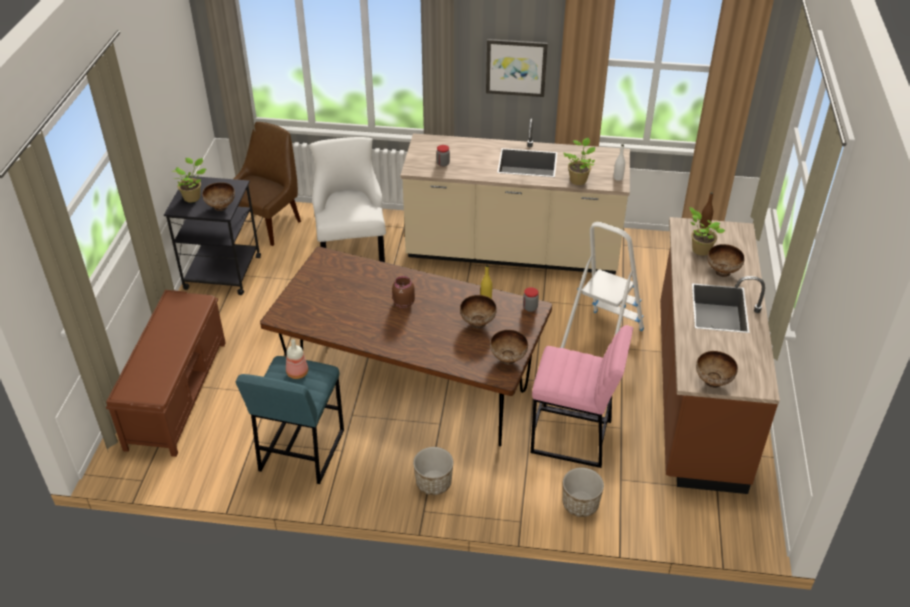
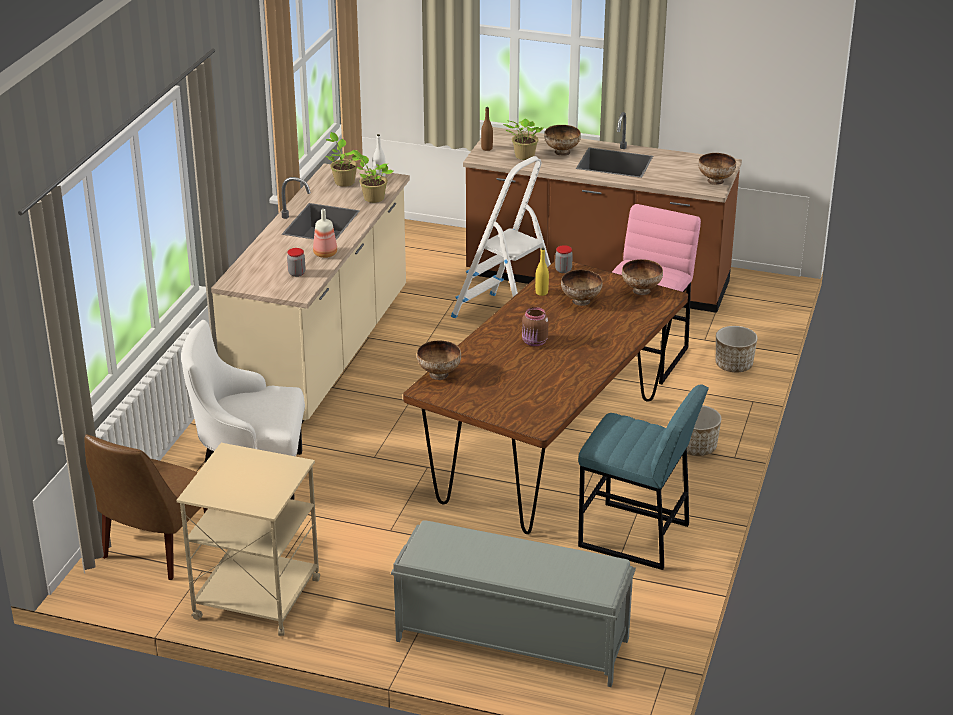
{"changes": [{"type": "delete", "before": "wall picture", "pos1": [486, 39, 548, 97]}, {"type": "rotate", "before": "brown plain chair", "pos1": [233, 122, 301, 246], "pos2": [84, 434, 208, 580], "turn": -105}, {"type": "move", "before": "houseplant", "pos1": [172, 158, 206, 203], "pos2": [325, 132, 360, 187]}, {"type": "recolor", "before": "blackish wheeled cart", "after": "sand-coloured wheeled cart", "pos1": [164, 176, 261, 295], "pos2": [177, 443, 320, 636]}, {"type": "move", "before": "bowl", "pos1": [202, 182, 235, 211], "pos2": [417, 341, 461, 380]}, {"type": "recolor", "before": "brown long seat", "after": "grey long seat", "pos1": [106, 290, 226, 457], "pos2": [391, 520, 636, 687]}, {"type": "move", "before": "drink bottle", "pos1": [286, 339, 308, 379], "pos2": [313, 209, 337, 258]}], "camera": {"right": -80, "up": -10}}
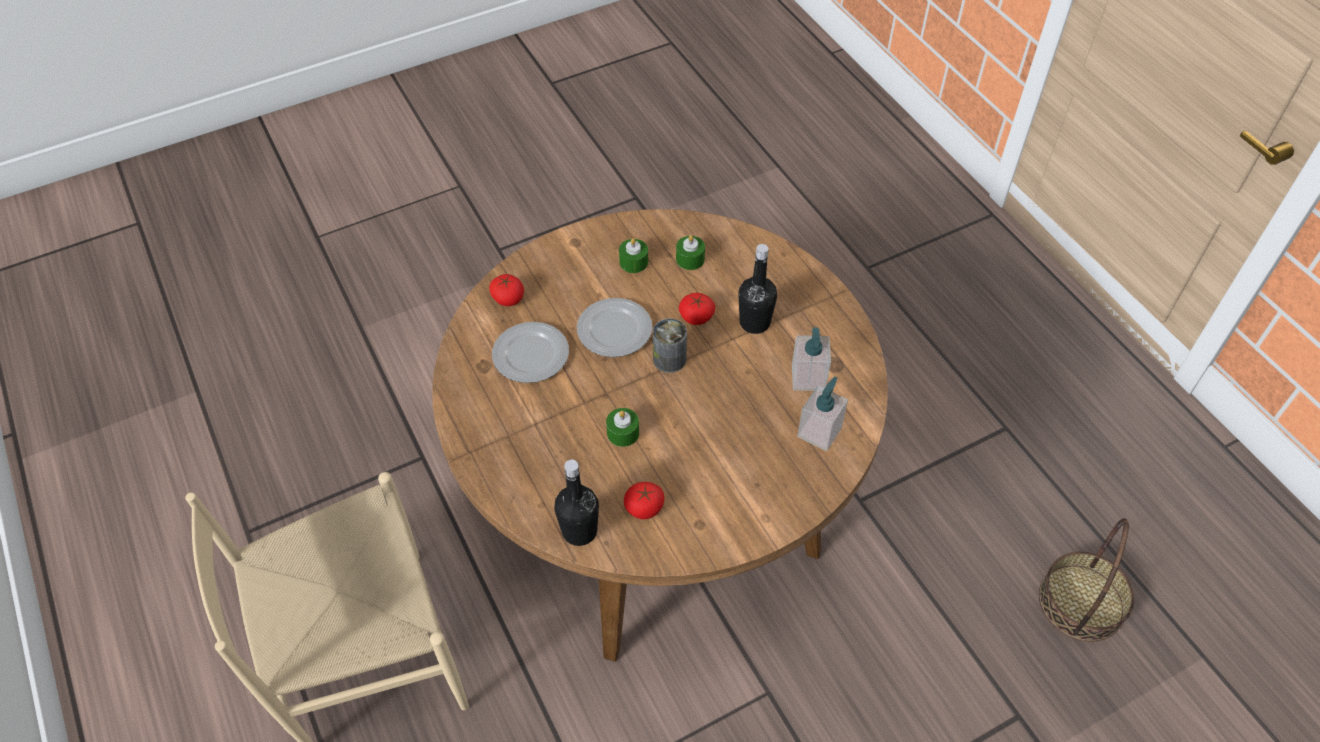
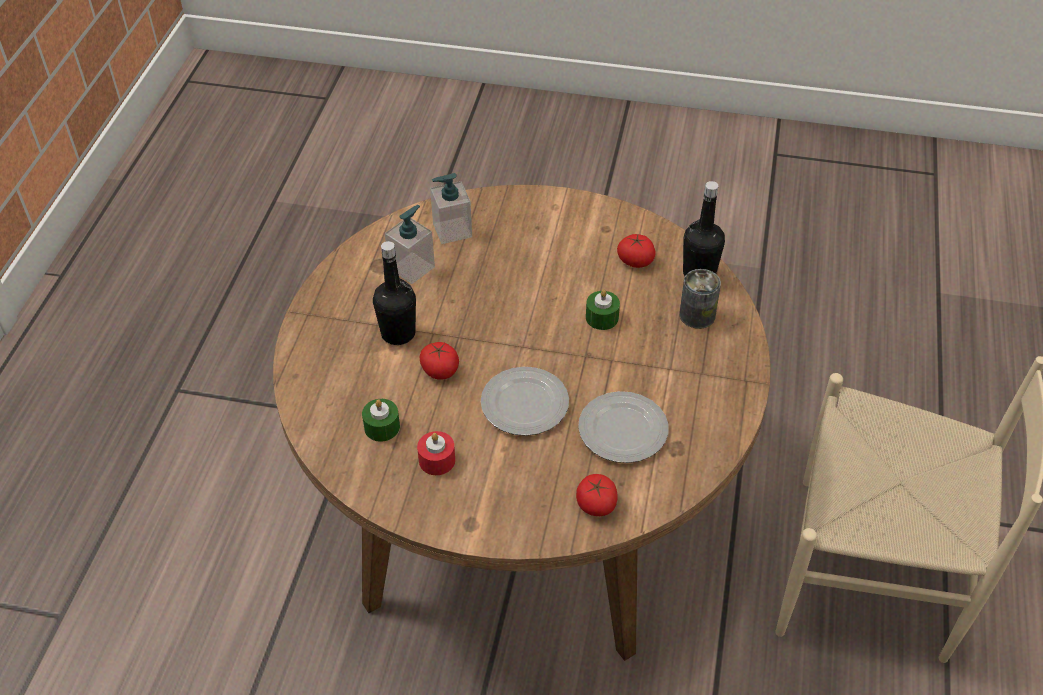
{"changes": [{"type": "recolor", "before": "greenish wax light", "after": "red-coloured wax light", "pos1": [619, 238, 648, 273], "pos2": [417, 431, 455, 475]}, {"type": "move", "before": "sealed can", "pos1": [653, 319, 687, 373], "pos2": [680, 269, 721, 329]}, {"type": "delete", "before": "basket", "pos1": [1039, 518, 1134, 642]}], "camera": {"right": -140, "up": -5}}
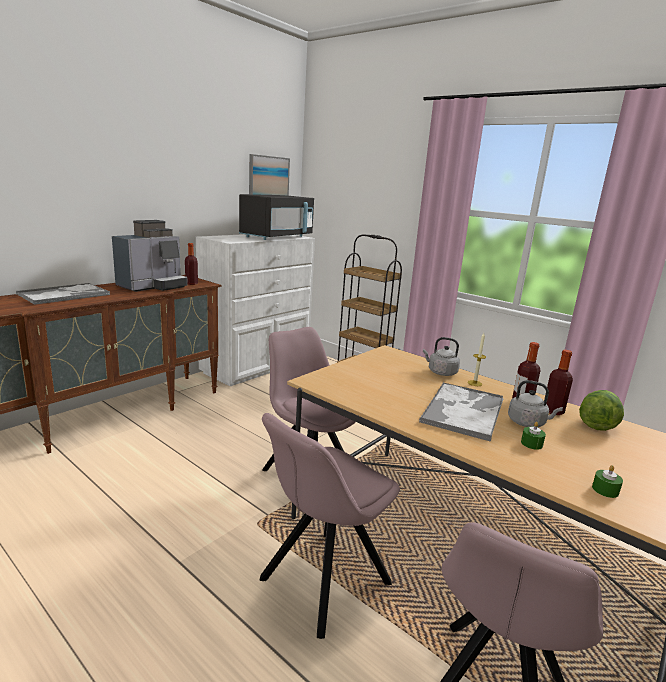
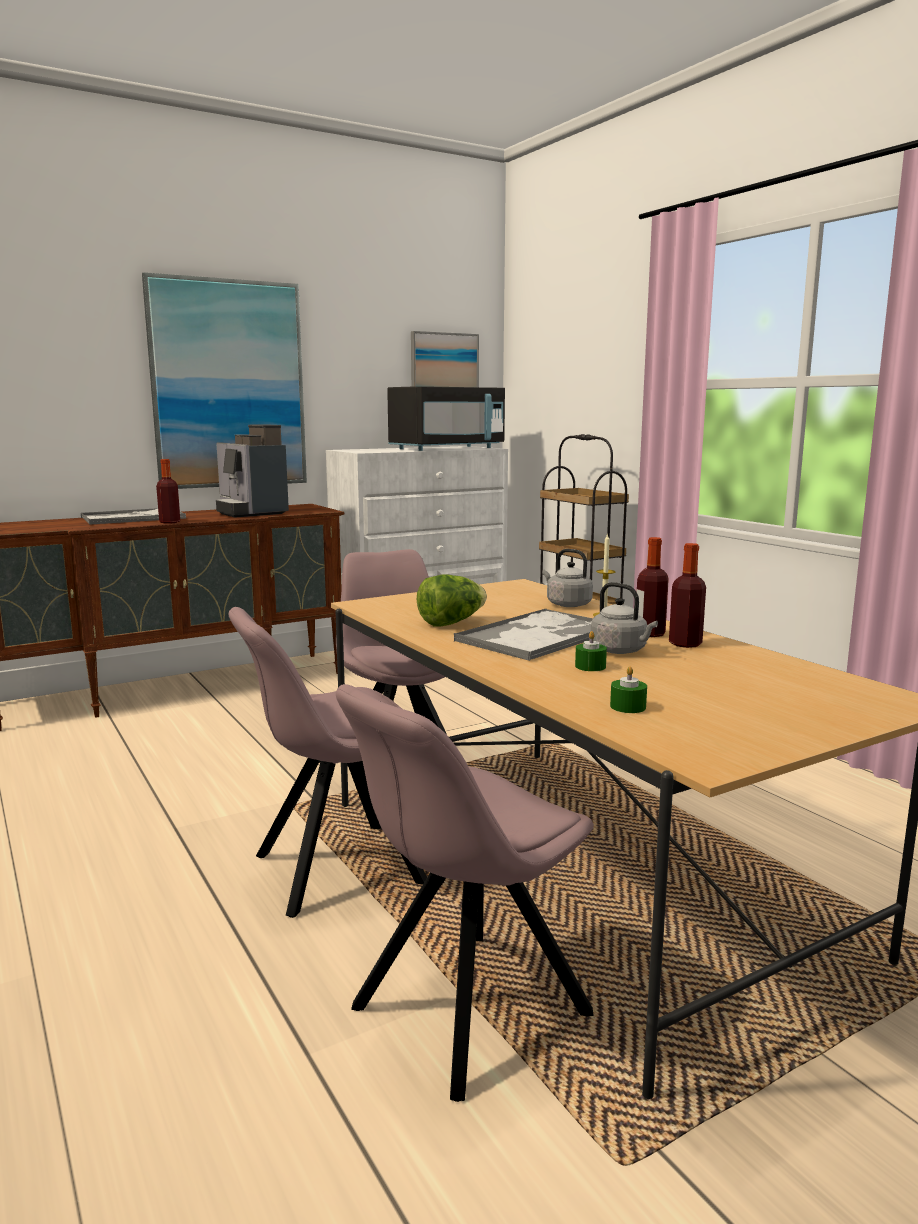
{"changes": [{"type": "rotate", "before": "coffee maker", "pos1": [112, 220, 188, 292], "pos2": [216, 424, 289, 518], "turn": 90}, {"type": "move", "before": "drink bottle", "pos1": [185, 243, 198, 285], "pos2": [156, 459, 180, 524]}, {"type": "move", "before": "lettuce head", "pos1": [579, 390, 624, 431], "pos2": [417, 574, 487, 626]}, {"type": "insert", "after": "wall picture", "pos2": [142, 272, 307, 489]}], "camera": {"right": 20, "up": -5}}
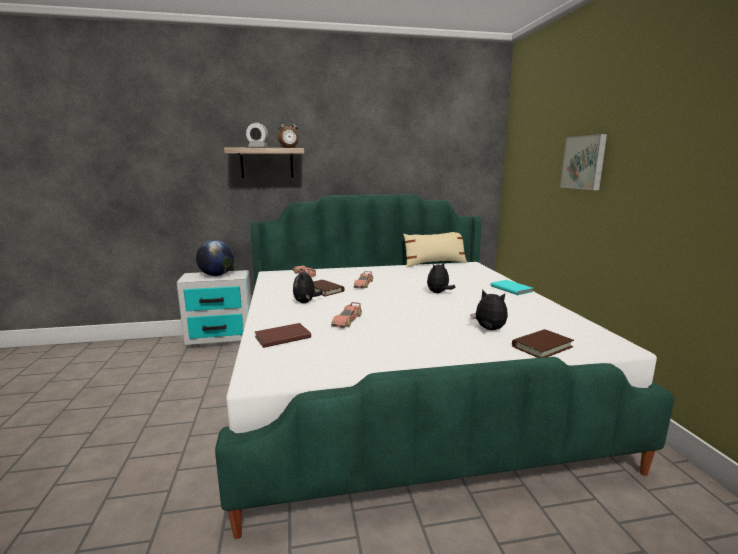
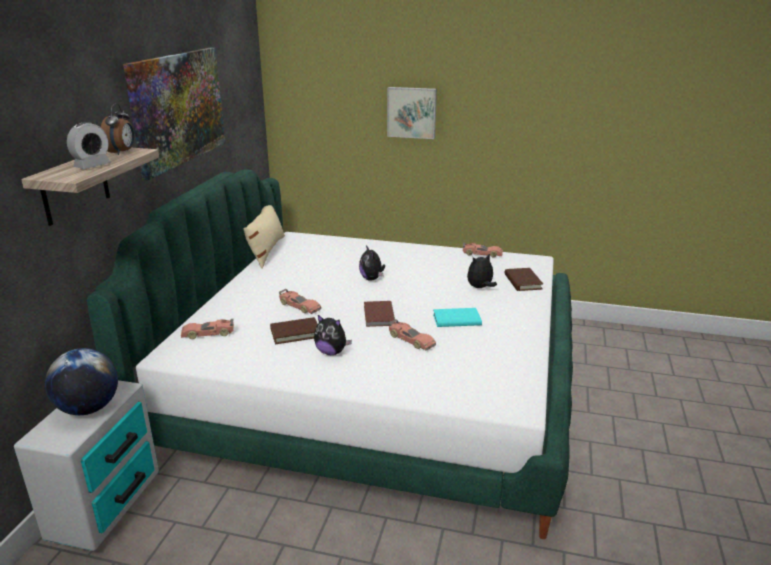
{"changes": [{"type": "move", "before": "turquoise book", "pos1": [491, 280, 533, 295], "pos2": [433, 308, 482, 327]}, {"type": "move", "before": "brown book", "pos1": [255, 323, 311, 348], "pos2": [364, 301, 396, 327]}, {"type": "insert", "after": "wall picture", "pos2": [123, 48, 225, 180]}, {"type": "insert", "after": "miniature car", "pos2": [463, 243, 503, 257]}], "camera": {"right": -65, "up": 10}}
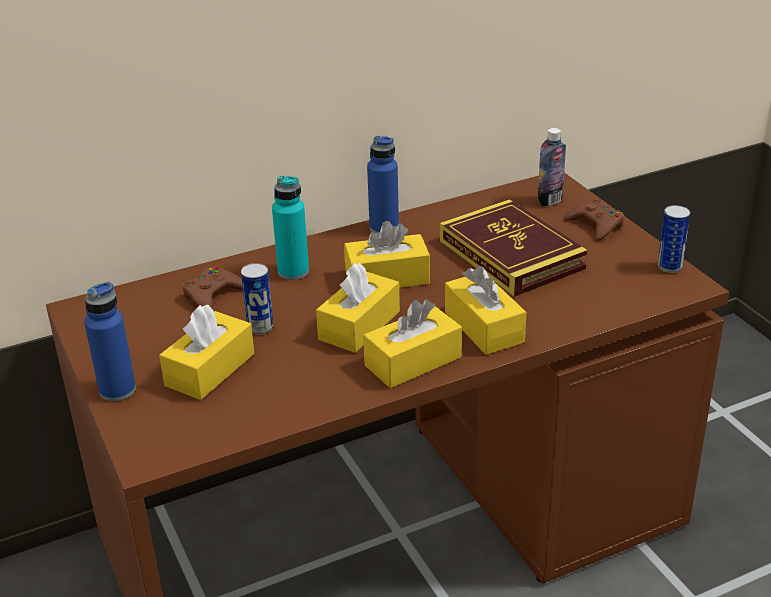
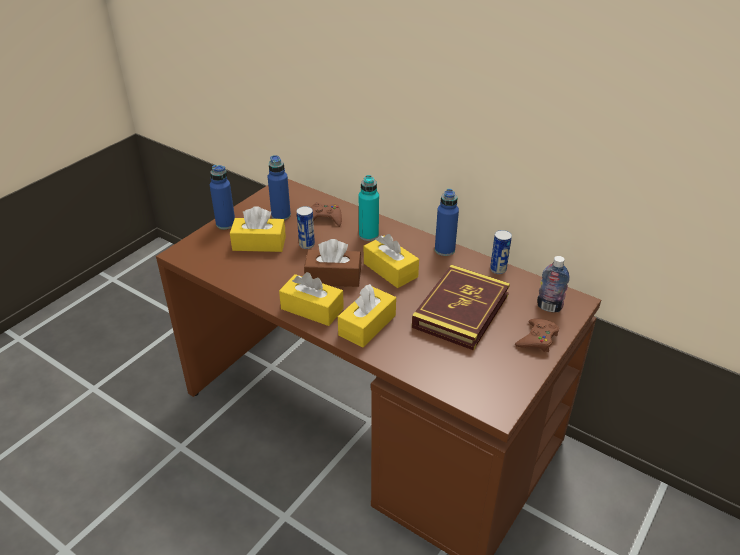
{"changes": [{"type": "move", "before": "sealed can", "pos1": [658, 205, 690, 273], "pos2": [490, 230, 512, 274]}, {"type": "recolor", "before": "yellow tissue box", "after": "brown tissue box", "pos1": [316, 263, 400, 353], "pos2": [304, 239, 361, 287]}, {"type": "insert", "after": "blue drink bottle", "pos2": [268, 155, 291, 220]}], "camera": {"right": 60, "up": 5}}
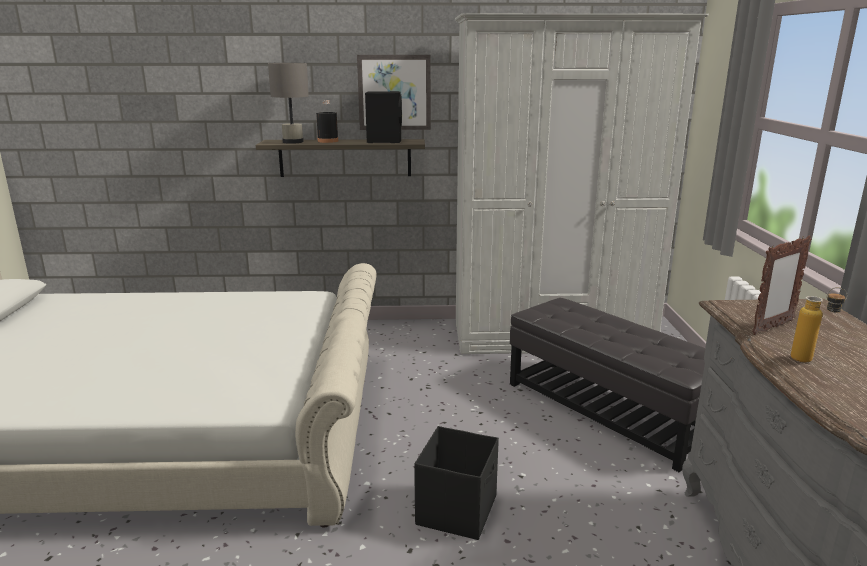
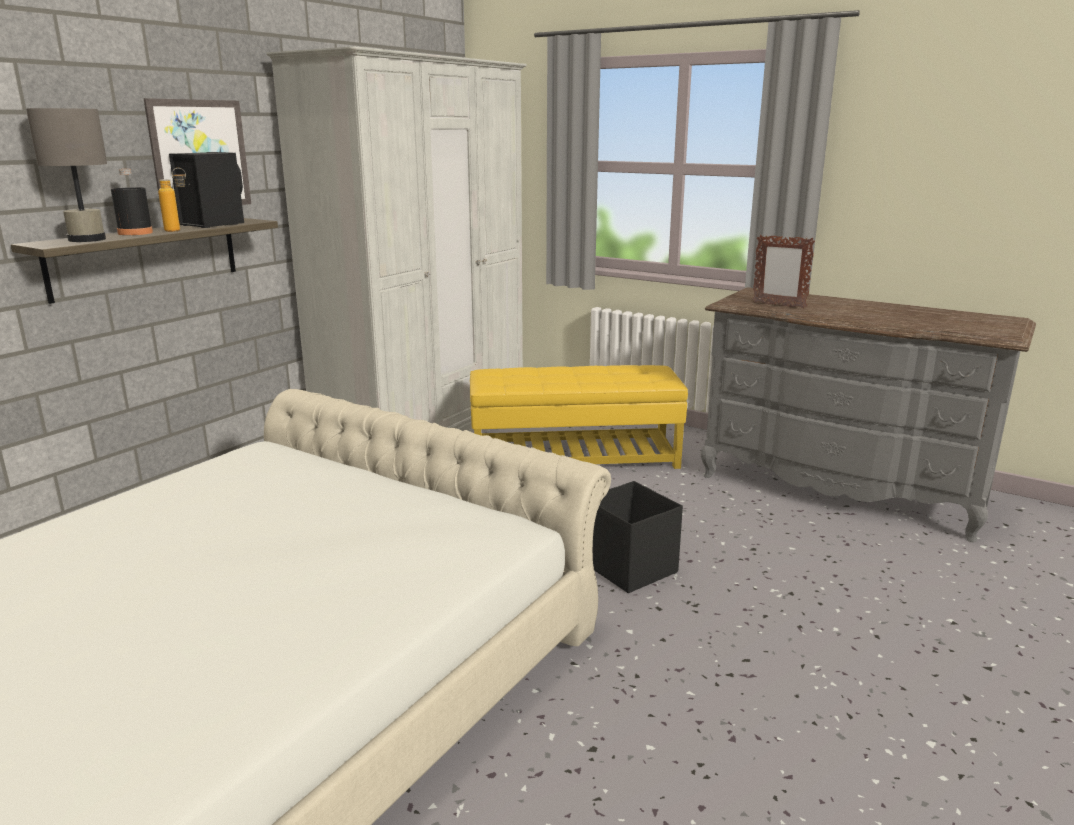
{"changes": [{"type": "rotate", "before": "standing frame", "pos1": [752, 236, 811, 335], "pos2": [752, 235, 815, 309], "turn": 120}, {"type": "move", "before": "drink bottle", "pos1": [791, 287, 847, 362], "pos2": [158, 168, 186, 232]}, {"type": "recolor", "before": "blackish ottoman", "after": "yellow ottoman", "pos1": [510, 298, 705, 472], "pos2": [470, 365, 688, 469]}], "camera": {"right": -55, "up": 0}}
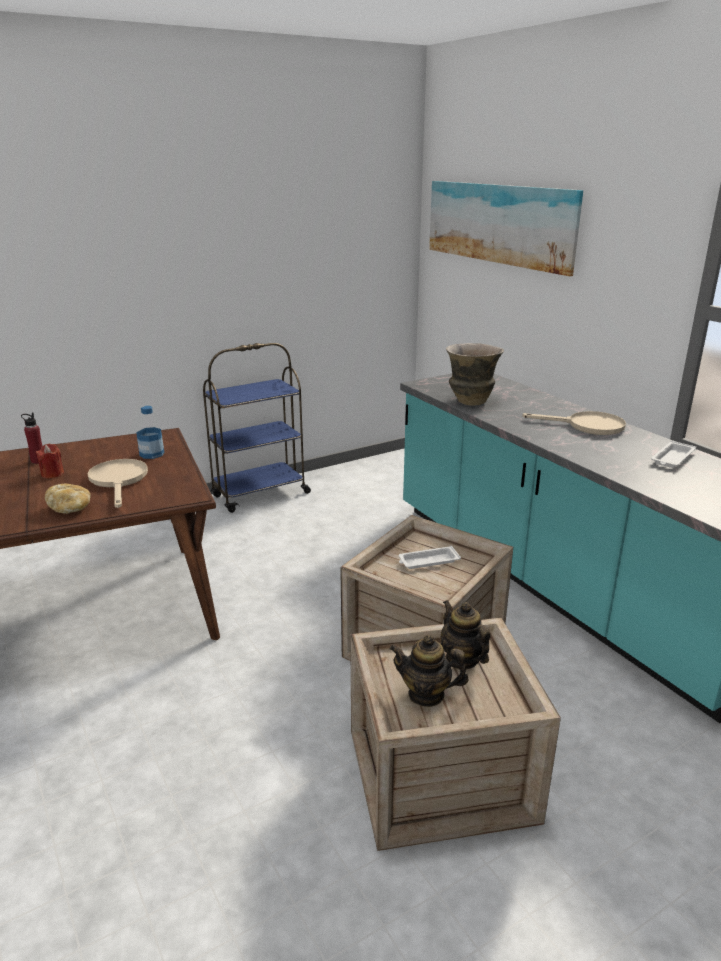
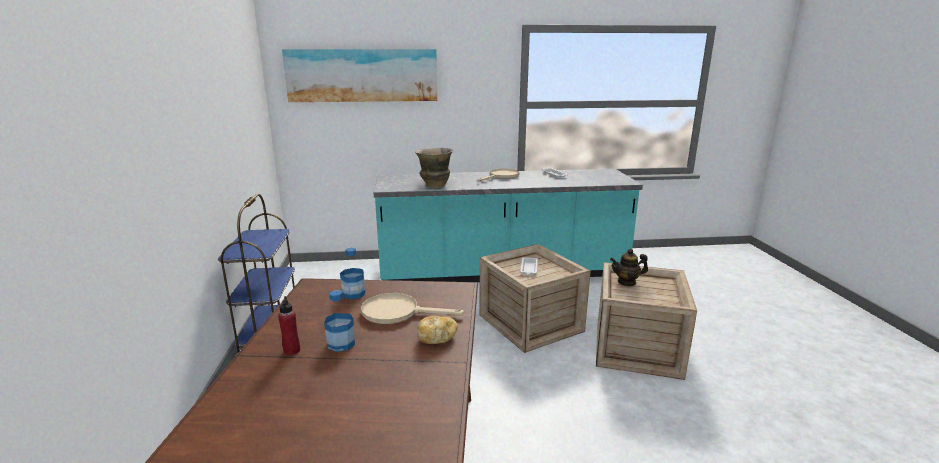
{"changes": [{"type": "replace", "before": "red-coloured wax light", "after": "drink bottle", "pos1": [36, 444, 64, 478], "pos2": [324, 290, 355, 352]}, {"type": "delete", "before": "teapot", "pos1": [389, 635, 468, 707]}], "camera": {"right": -65, "up": -5}}
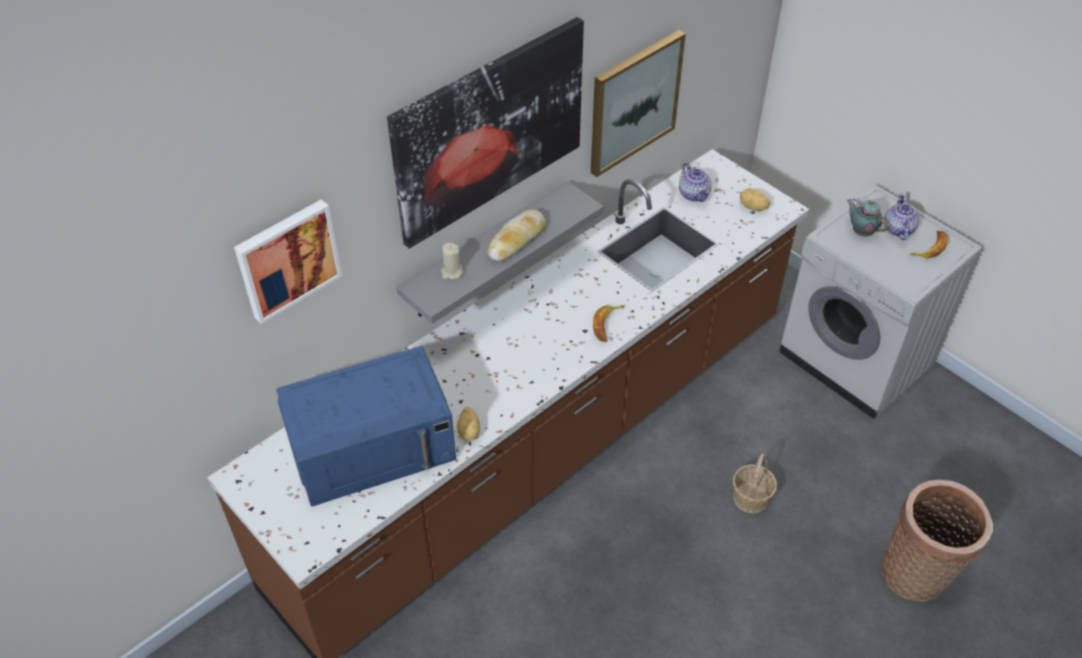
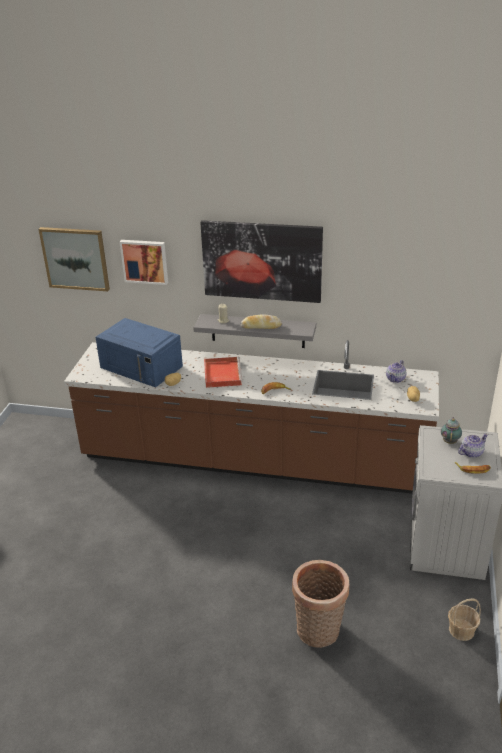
{"changes": [{"type": "move", "before": "wall picture", "pos1": [591, 30, 686, 177], "pos2": [38, 227, 110, 291]}, {"type": "move", "before": "basket", "pos1": [733, 453, 777, 514], "pos2": [448, 599, 481, 641]}, {"type": "insert", "after": "red-coloured serving tray", "pos2": [204, 357, 243, 388]}], "camera": {"right": 55, "up": -15}}
